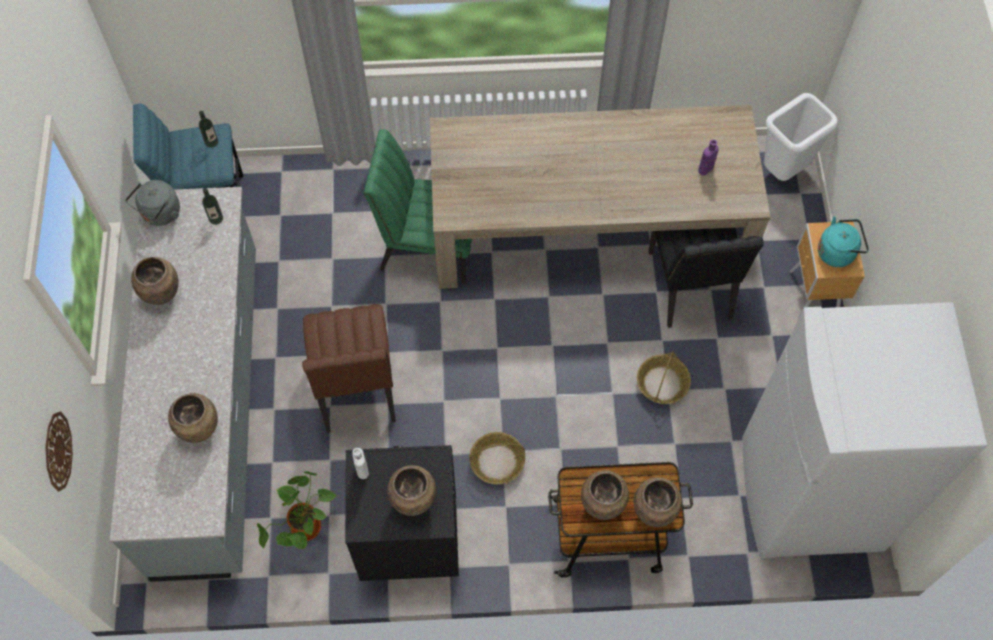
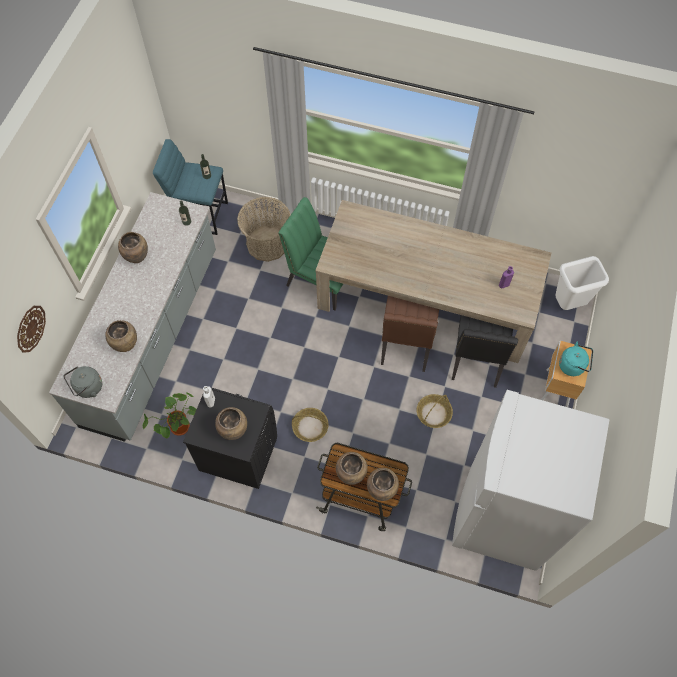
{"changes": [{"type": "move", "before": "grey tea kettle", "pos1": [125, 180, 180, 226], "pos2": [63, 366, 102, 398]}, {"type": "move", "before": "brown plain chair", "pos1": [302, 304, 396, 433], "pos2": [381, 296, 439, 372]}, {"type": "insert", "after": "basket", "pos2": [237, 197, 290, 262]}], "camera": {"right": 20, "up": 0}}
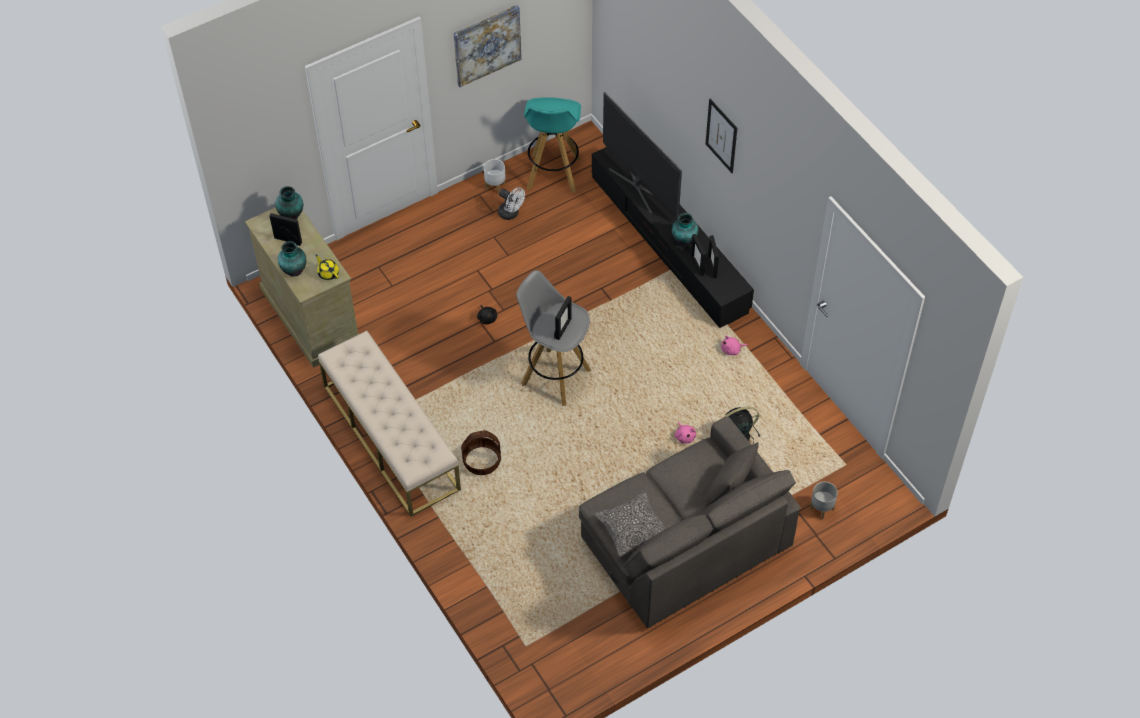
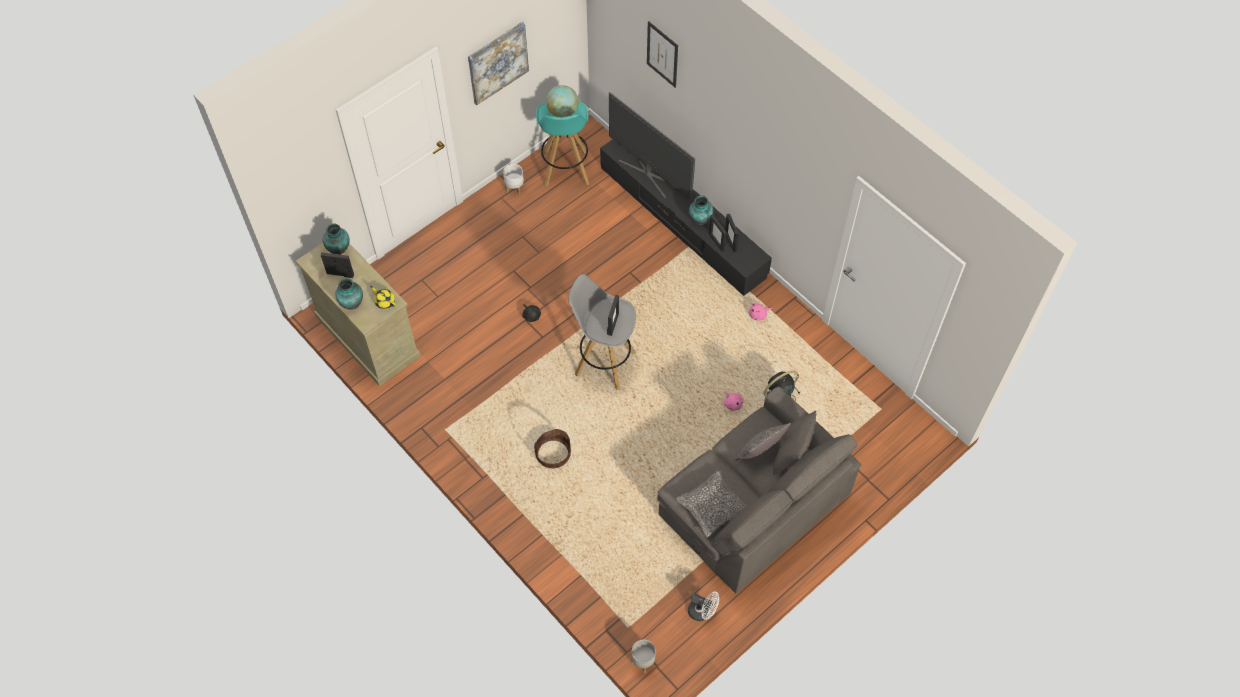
{"changes": [{"type": "move", "before": "wall picture", "pos1": [706, 99, 737, 173], "pos2": [647, 21, 678, 88]}, {"type": "move", "before": "white-coloured cooling fan", "pos1": [498, 187, 525, 220], "pos2": [688, 592, 719, 621]}, {"type": "delete", "before": "sand-coloured long seat", "pos1": [318, 331, 461, 517]}, {"type": "move", "before": "grey planter", "pos1": [810, 482, 838, 519], "pos2": [631, 639, 656, 673]}, {"type": "insert", "after": "desk globe", "pos2": [546, 85, 579, 117]}, {"type": "insert", "after": "cushion", "pos2": [735, 423, 791, 461]}], "camera": {"right": -10, "up": 5}}
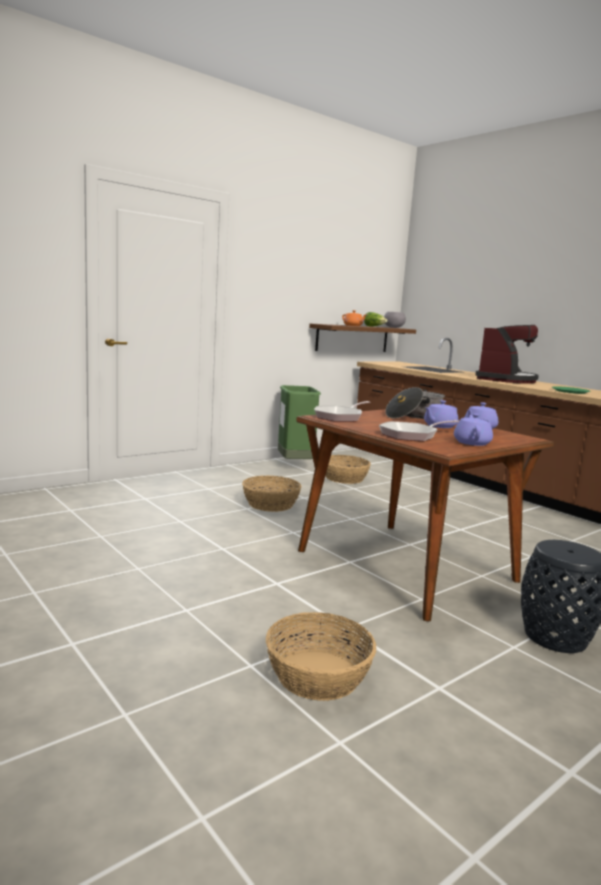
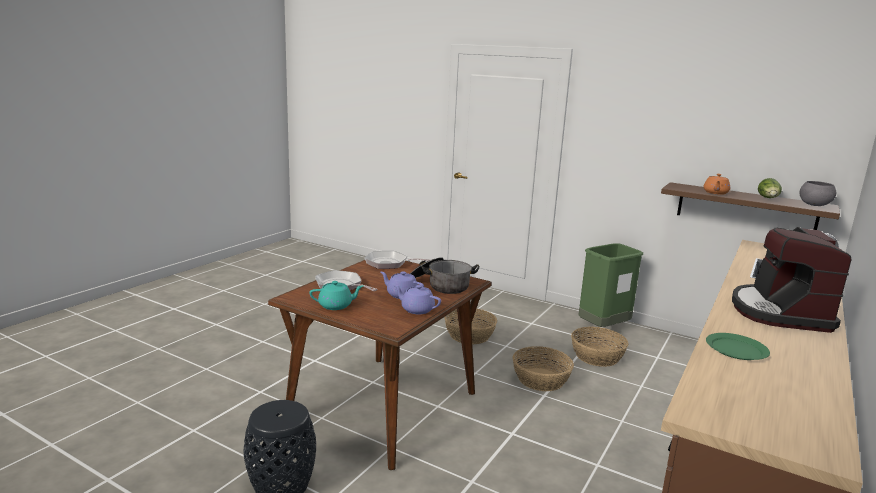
{"changes": [{"type": "rotate", "before": "coffee maker", "pos1": [475, 325, 539, 384], "pos2": [732, 227, 851, 333], "turn": 90}, {"type": "recolor", "before": "purple teapot", "after": "turquoise teapot", "pos1": [454, 414, 493, 446], "pos2": [310, 281, 363, 310]}, {"type": "move", "before": "basket", "pos1": [266, 612, 376, 701], "pos2": [512, 346, 574, 391]}], "camera": {"right": 70, "up": 5}}
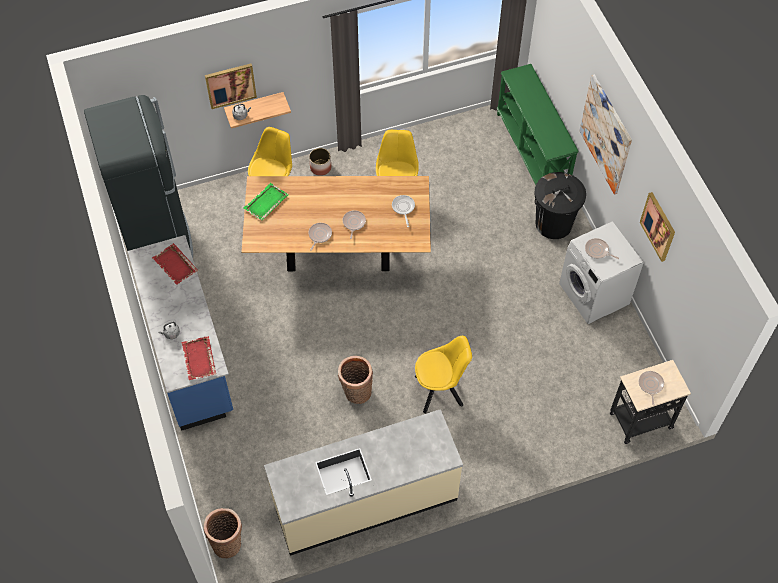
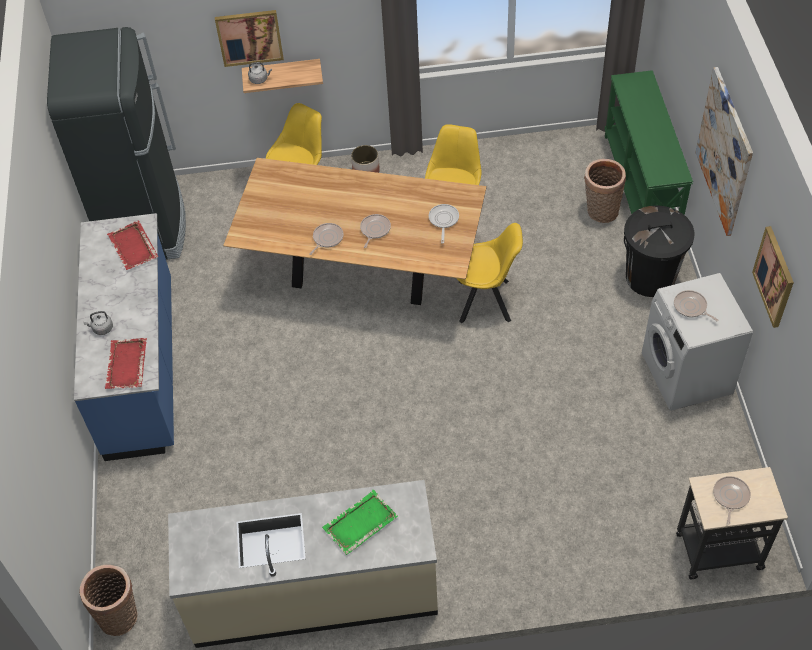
{"changes": [{"type": "move", "before": "greenish serving tray", "pos1": [243, 183, 289, 221], "pos2": [322, 490, 398, 555]}, {"type": "move", "before": "yellow plain chair", "pos1": [414, 336, 472, 413], "pos2": [457, 223, 523, 323]}, {"type": "move", "before": "basket", "pos1": [338, 356, 373, 404], "pos2": [584, 159, 626, 223]}], "camera": {"right": 15, "up": -5}}
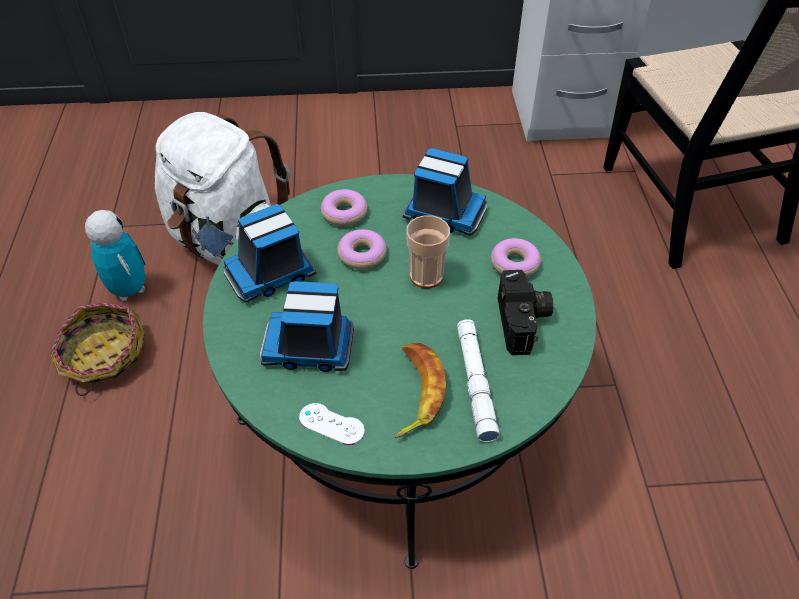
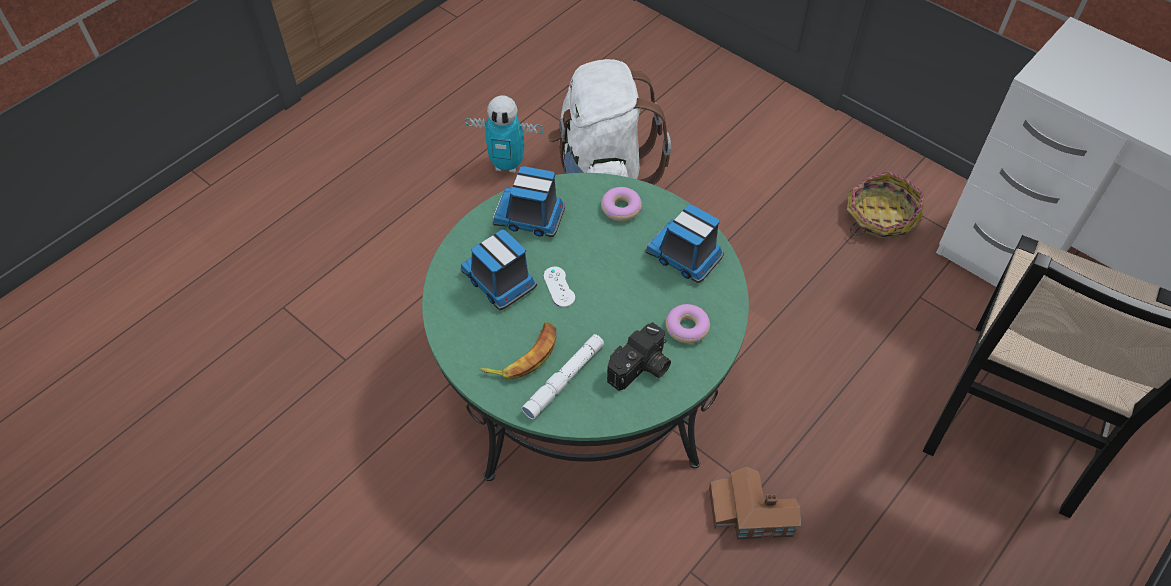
{"changes": [{"type": "rotate", "before": "toy lorry", "pos1": [403, 148, 487, 236], "pos2": [645, 204, 724, 283], "turn": 150}, {"type": "rotate", "before": "model robot", "pos1": [85, 210, 146, 301], "pos2": [465, 95, 543, 173], "turn": 90}, {"type": "delete", "before": "small cup", "pos1": [406, 215, 450, 288]}, {"type": "delete", "before": "donut", "pos1": [337, 229, 387, 269]}, {"type": "move", "before": "basket", "pos1": [50, 303, 145, 396], "pos2": [847, 171, 924, 238]}, {"type": "move", "before": "white-coloured gamepad", "pos1": [299, 403, 365, 445], "pos2": [543, 267, 575, 307]}, {"type": "insert", "after": "model house", "pos2": [709, 466, 801, 539]}], "camera": {"right": 45, "up": 5}}
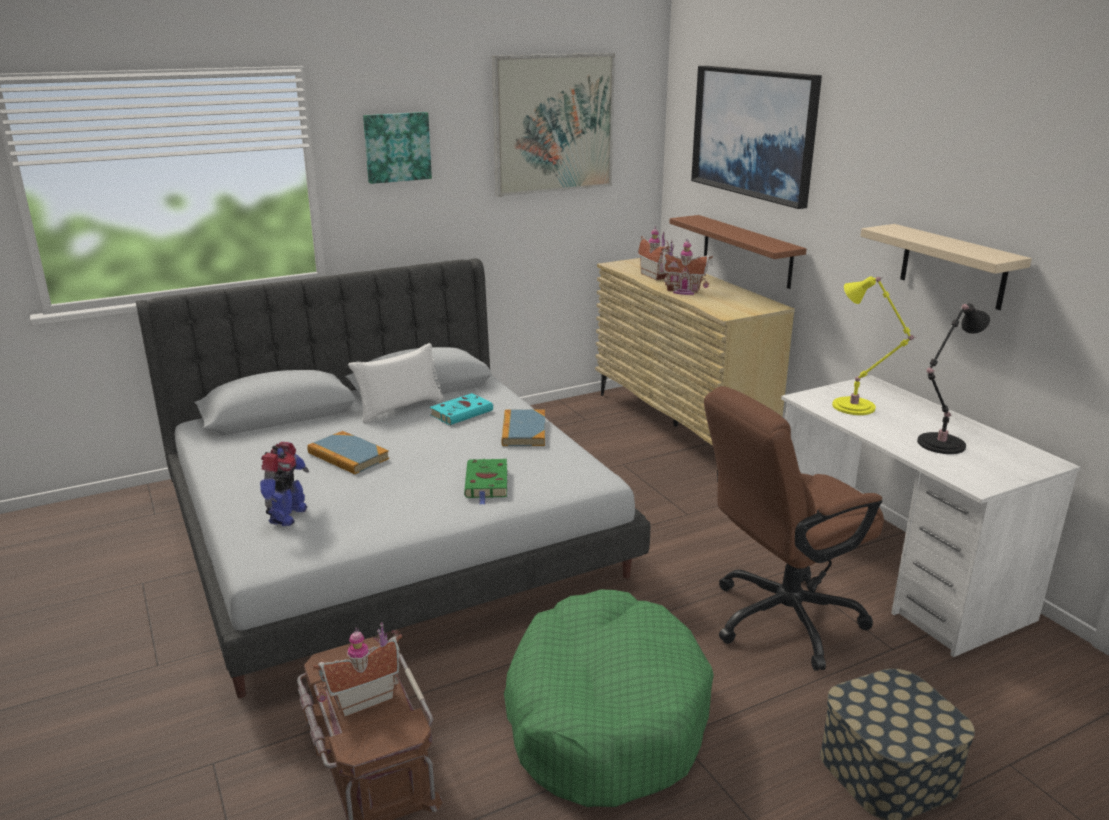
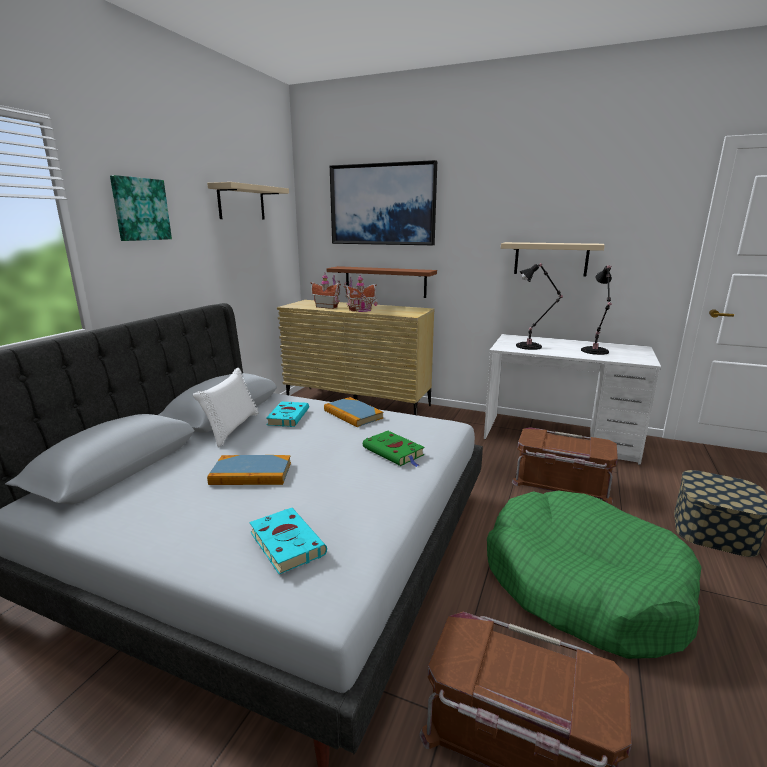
{"changes": [{"type": "replace", "before": "wall picture", "after": "sand-coloured wall shelf", "pos1": [492, 53, 615, 197], "pos2": [207, 182, 289, 220]}, {"type": "recolor", "before": "yellow lamp for a table", "after": "blackish lamp for a table", "pos1": [832, 276, 916, 415], "pos2": [516, 263, 563, 350]}, {"type": "replace", "before": "brown computer chair", "after": "brown storage bin", "pos1": [704, 386, 884, 671], "pos2": [512, 427, 618, 504]}, {"type": "replace", "before": "model robot", "after": "turquoise book", "pos1": [260, 442, 309, 526], "pos2": [249, 508, 327, 574]}, {"type": "delete", "before": "model house", "pos1": [313, 622, 402, 718]}], "camera": {"right": -40, "up": -5}}
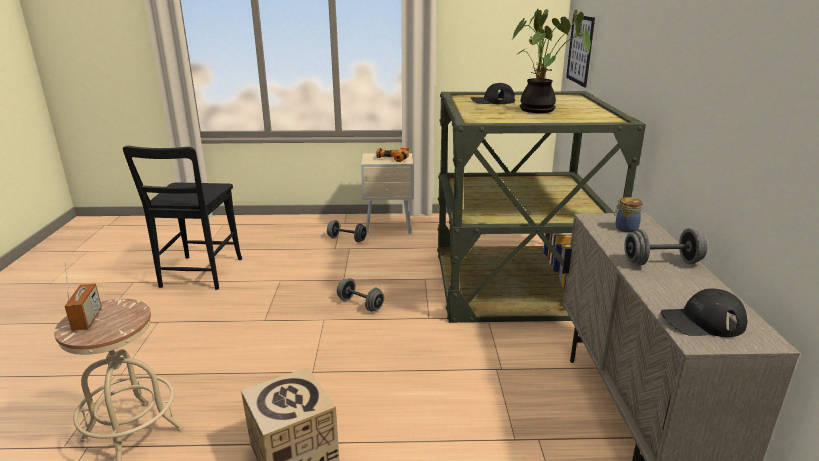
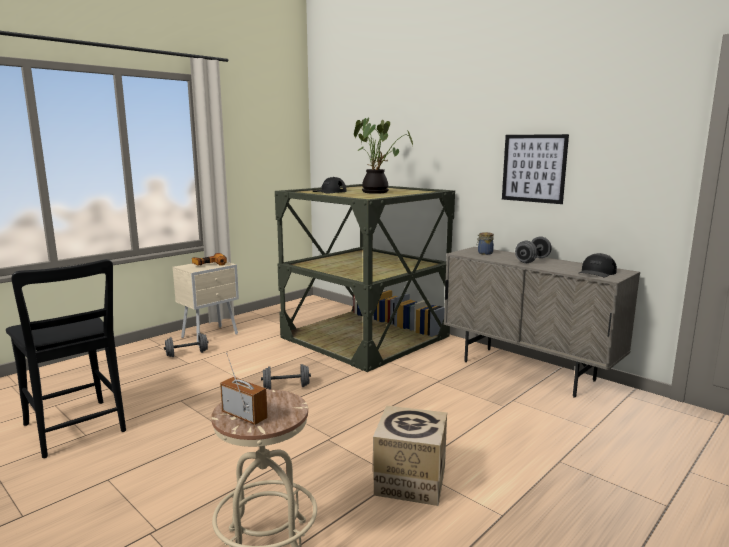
{"changes": [{"type": "move", "before": "wall picture", "pos1": [566, 16, 595, 87], "pos2": [502, 134, 569, 204]}], "camera": {"right": -45, "up": -10}}
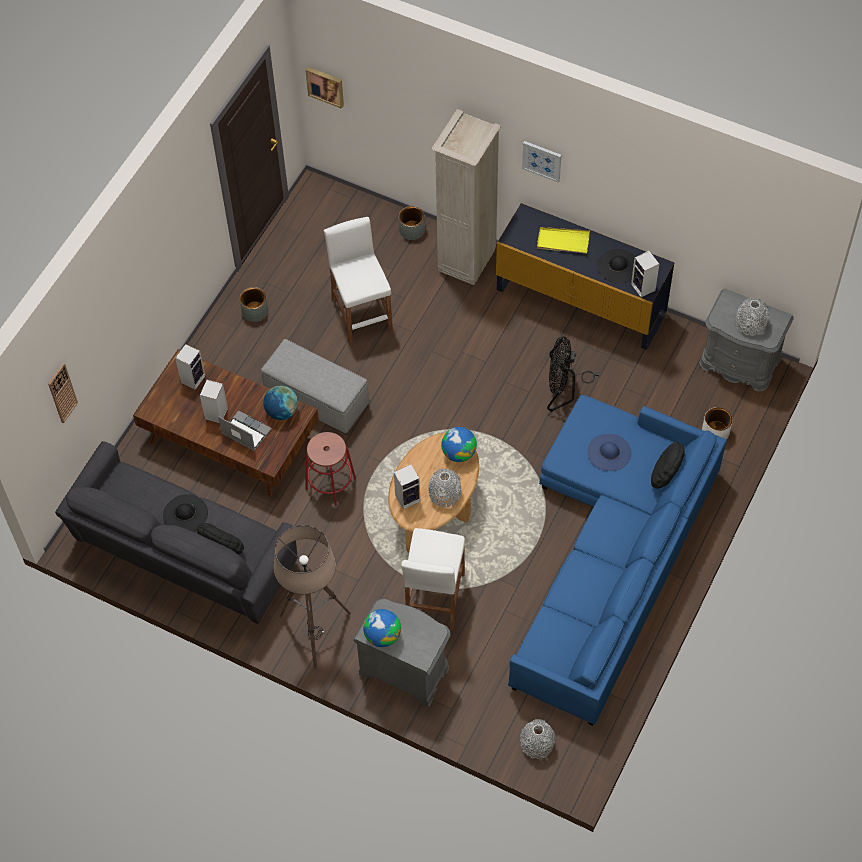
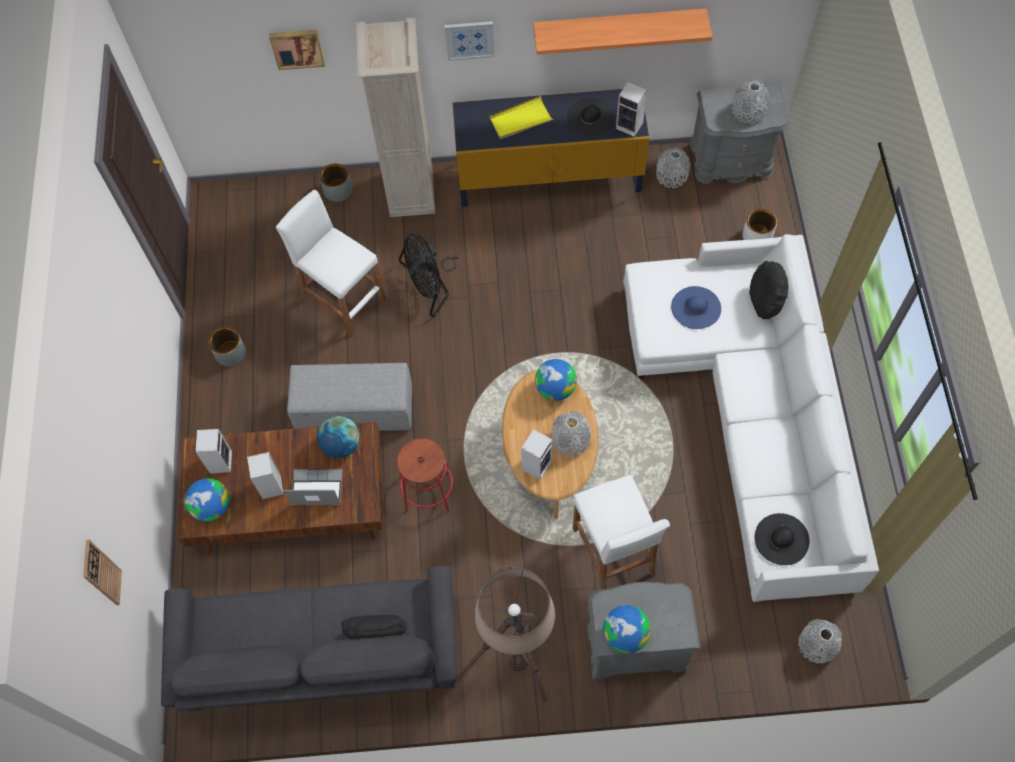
{"changes": [{"type": "move", "before": "wall picture", "pos1": [305, 67, 344, 109], "pos2": [269, 30, 325, 70]}, {"type": "move", "before": "blackish cooling fan", "pos1": [547, 336, 601, 412], "pos2": [399, 234, 458, 318]}, {"type": "recolor", "before": "blue settee", "after": "white-coloured settee", "pos1": [508, 395, 727, 726], "pos2": [623, 234, 879, 602]}, {"type": "move", "before": "blackish hat", "pos1": [163, 494, 208, 532], "pos2": [755, 513, 809, 565]}, {"type": "insert", "after": "wall shelf", "pos2": [533, 8, 712, 55]}, {"type": "insert", "after": "grey decorative vase", "pos2": [656, 147, 690, 188]}, {"type": "insert", "after": "desk globe", "pos2": [185, 478, 229, 522]}], "camera": {"right": -30, "up": 5}}
